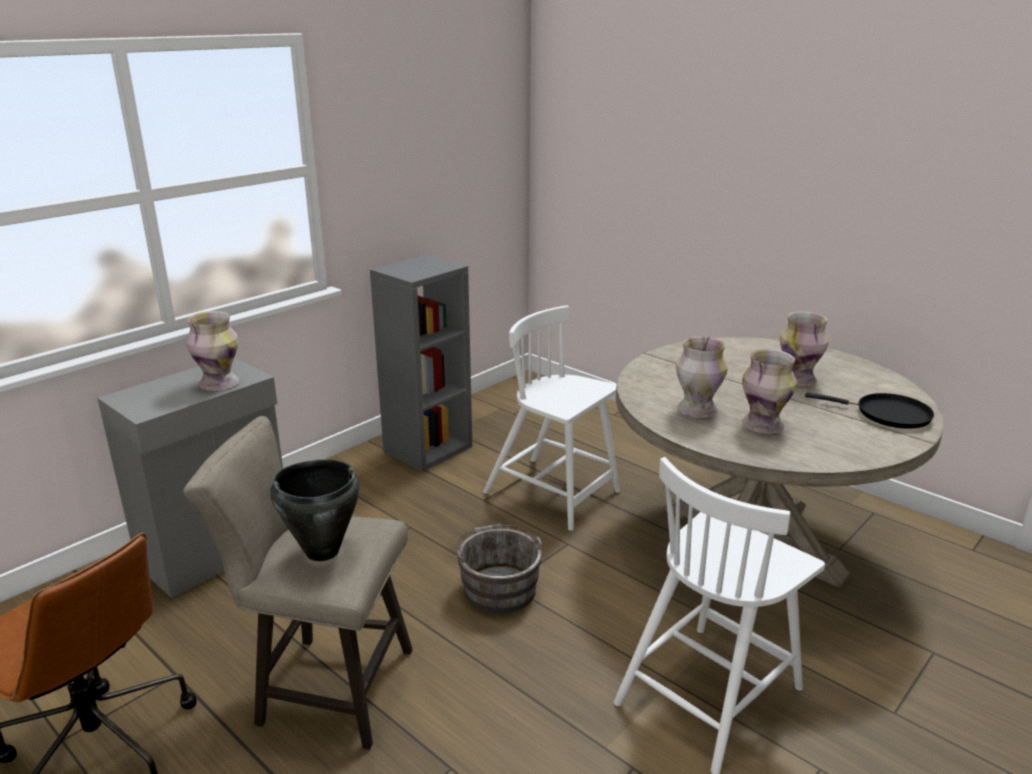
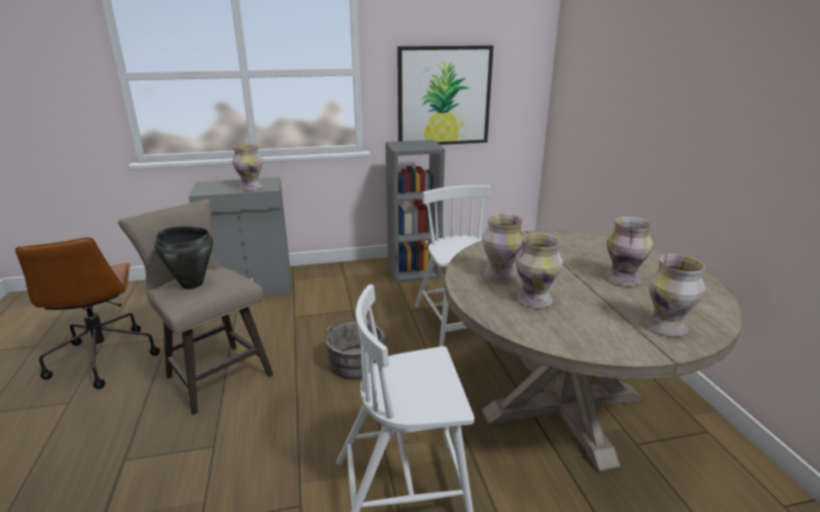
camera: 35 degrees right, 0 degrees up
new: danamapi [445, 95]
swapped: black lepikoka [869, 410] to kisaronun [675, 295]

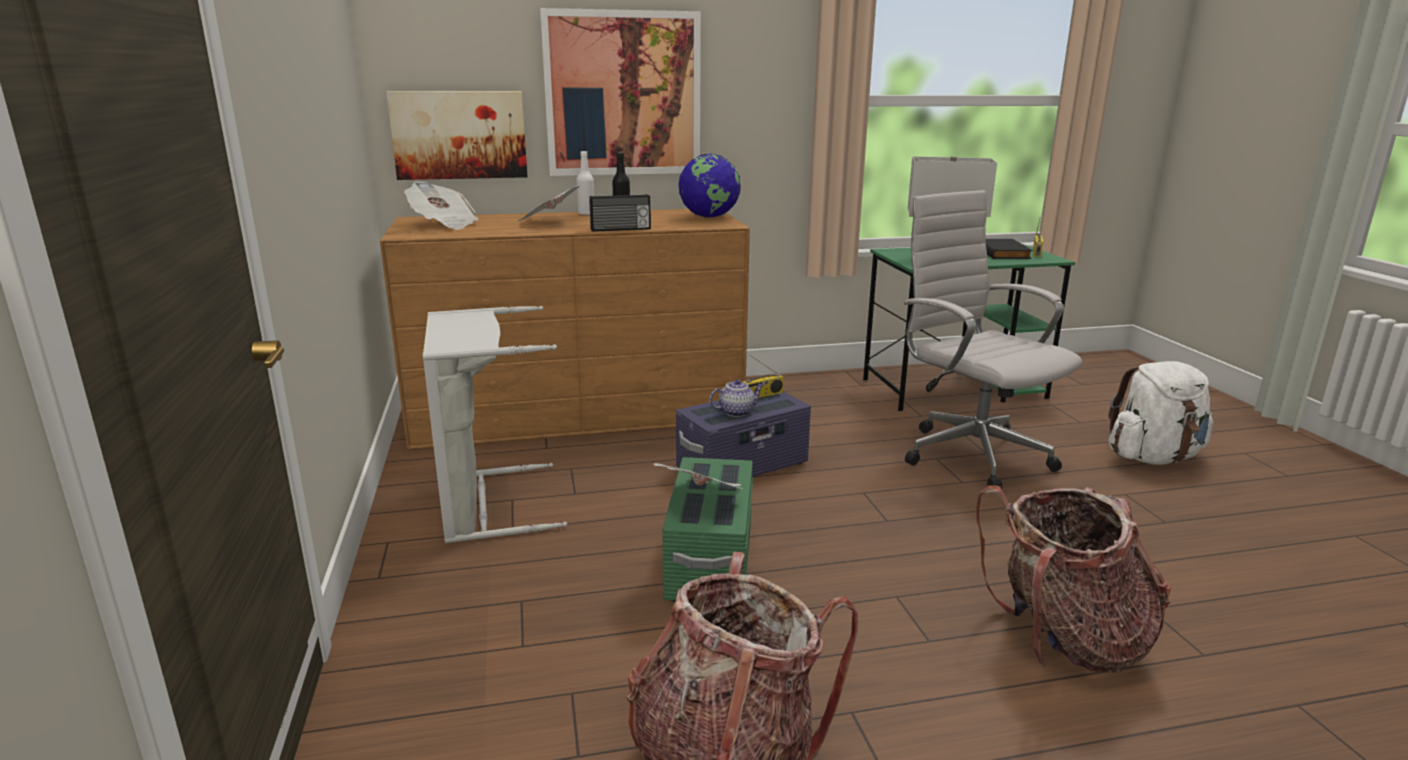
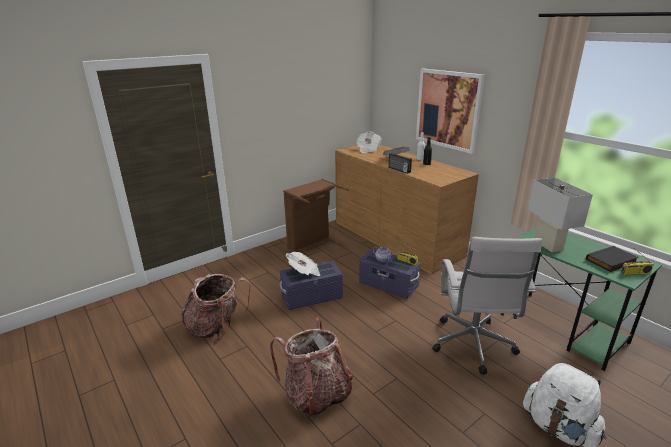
camera: 65 degrees right, 5 degrees up
gone: danamapi [456, 135]; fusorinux [709, 186]
repainted: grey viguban [495, 424] to brown viguban [316, 216]; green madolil [707, 529] to purple madolil [311, 285]
rotated: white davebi [993, 339] = [487, 306] 150 degrees clockwise

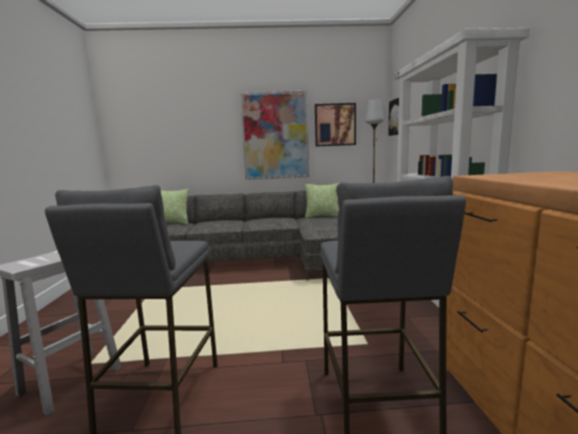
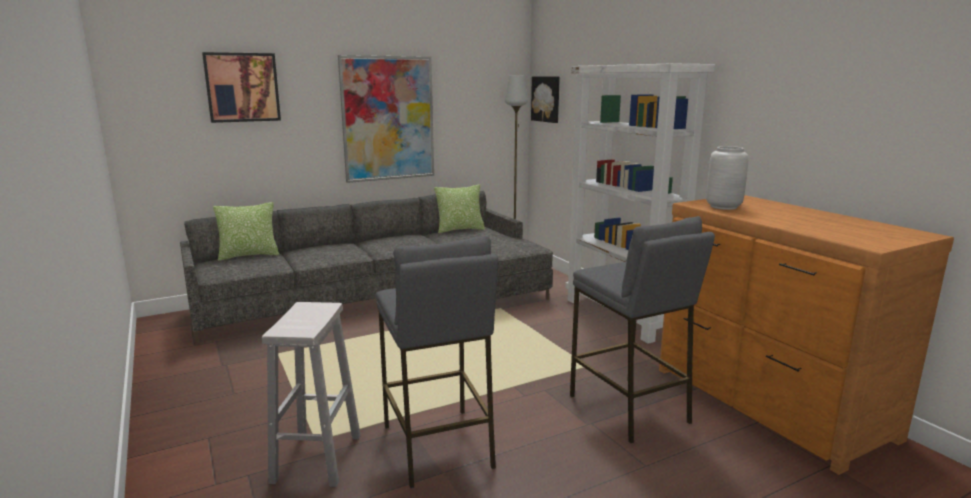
camera: 25 degrees left, 5 degrees up
new: grey kisaronun [727, 178]
shifted: danamapi [335, 124] to [241, 87]

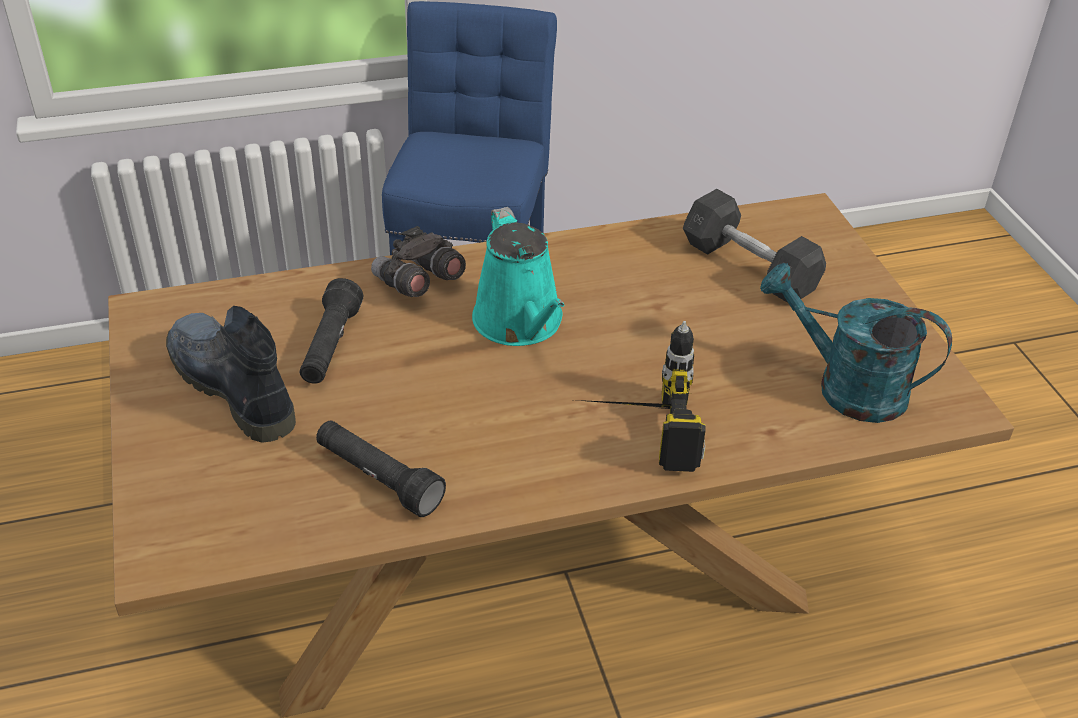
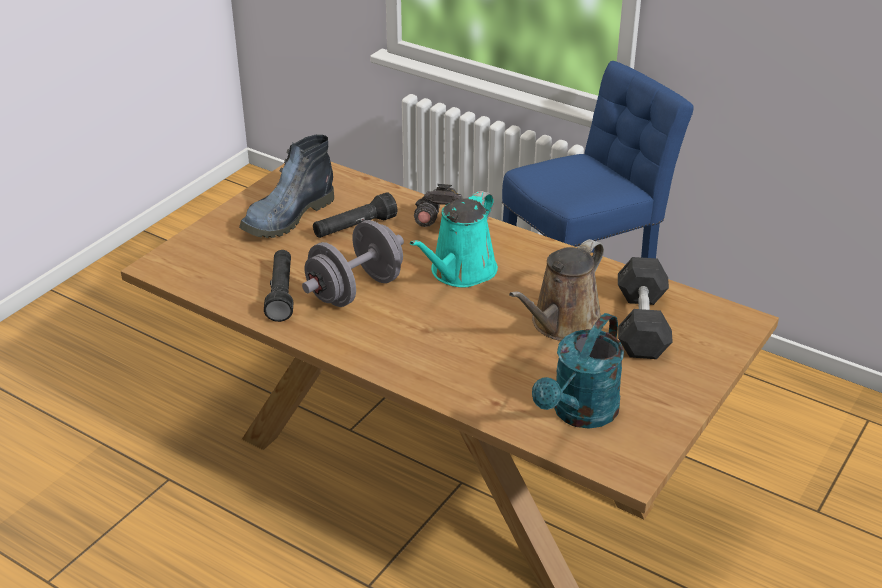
camera: 50 degrees right, 5 degrees down
gone: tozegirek [641, 396]
new: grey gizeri [353, 263]; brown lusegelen [556, 290]
rotated: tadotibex [231, 374] = [286, 186] 150 degrees counterclockwise; turquoise lusegelen [856, 343] = [578, 371] 135 degrees counterclockwise

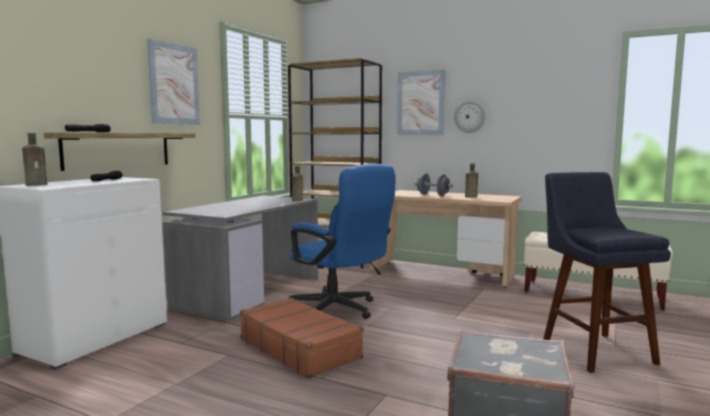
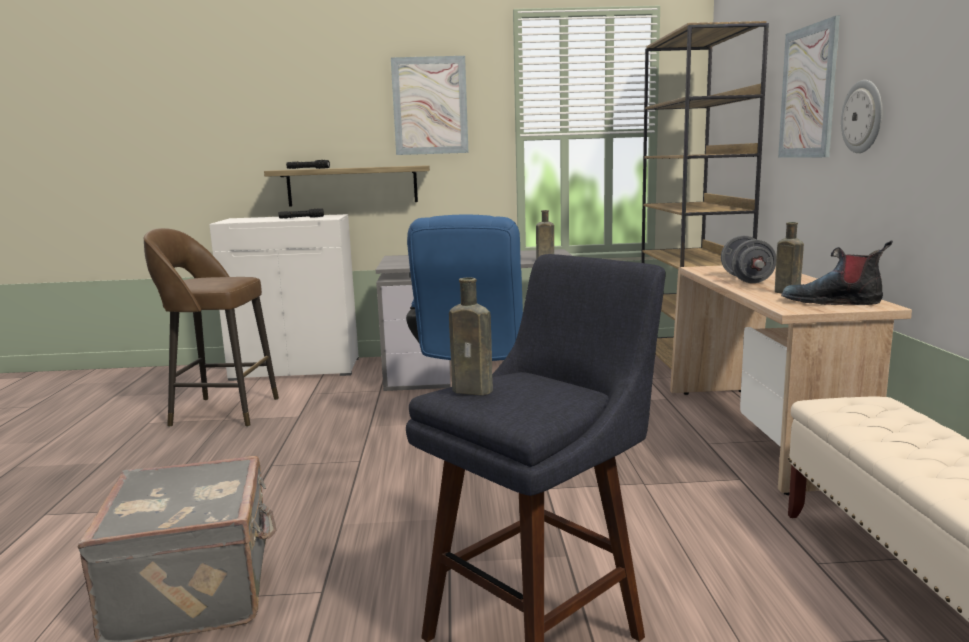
camera: 60 degrees right, 5 degrees up
gone: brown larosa [301, 338]
new: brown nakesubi [211, 327]; tadotibex [837, 272]
shifted: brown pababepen [34, 159] to [471, 336]

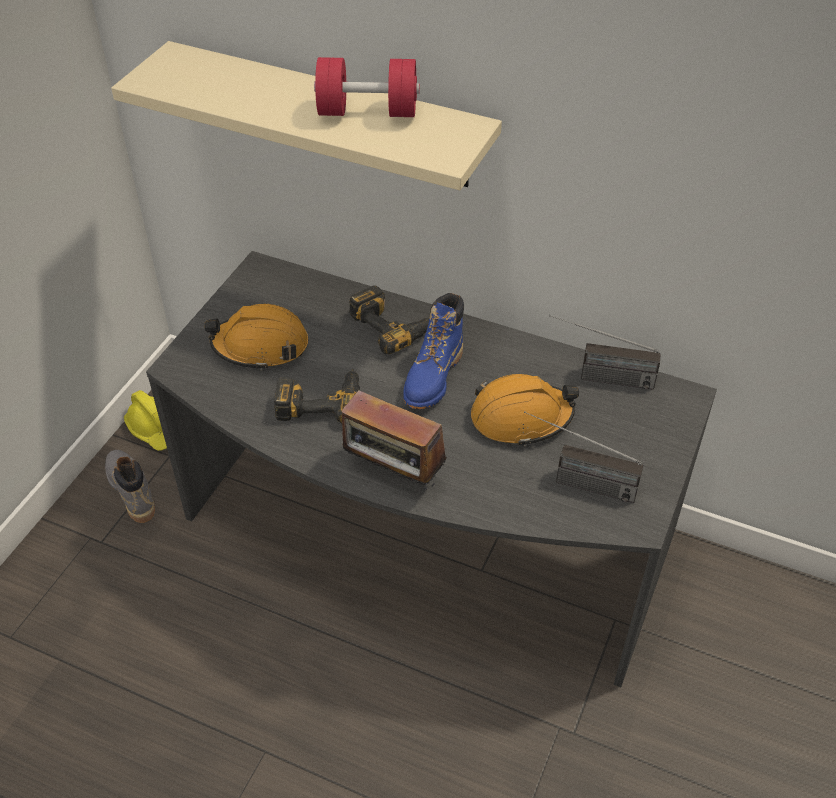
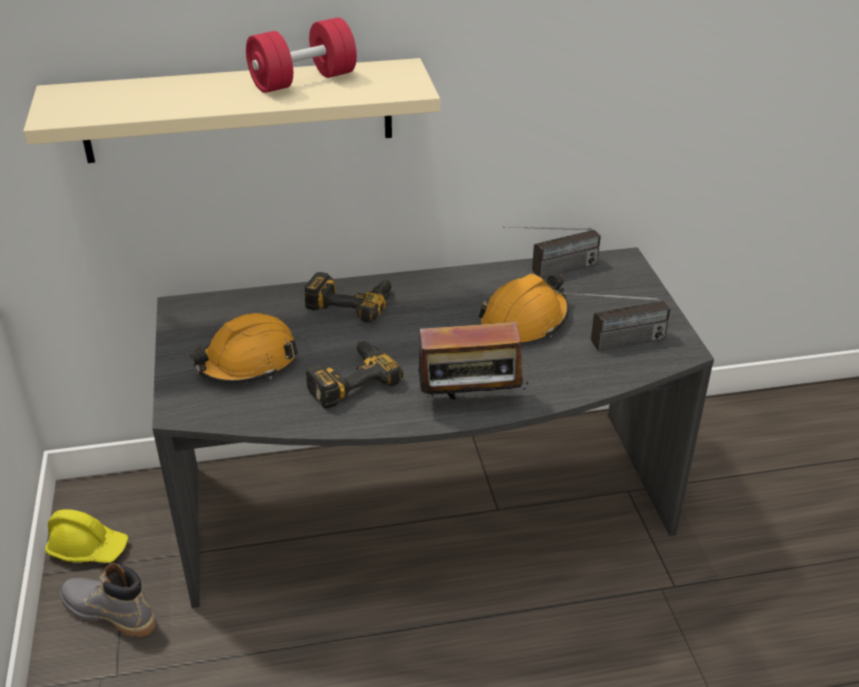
camera: 35 degrees left, 10 degrees down
gone: blue tadotibex [433, 351]

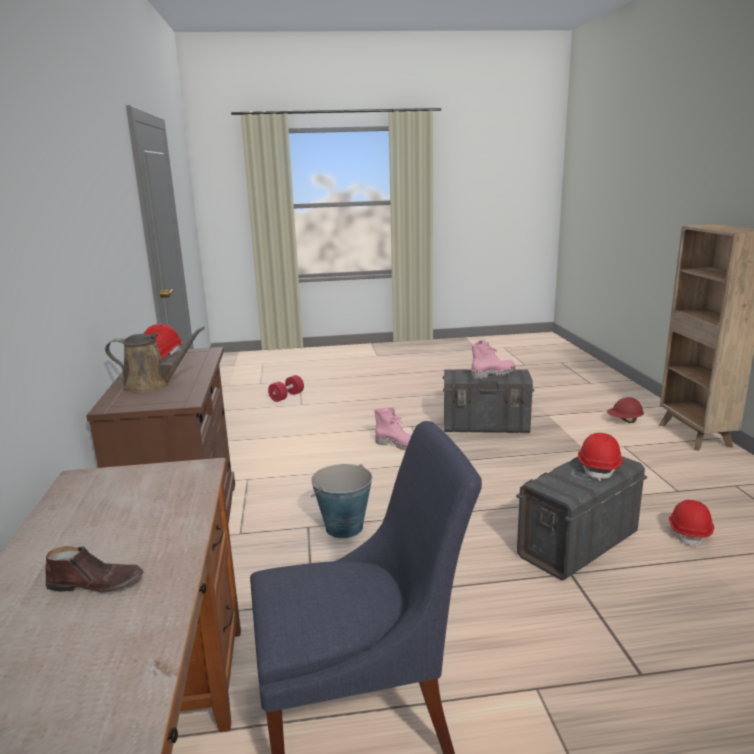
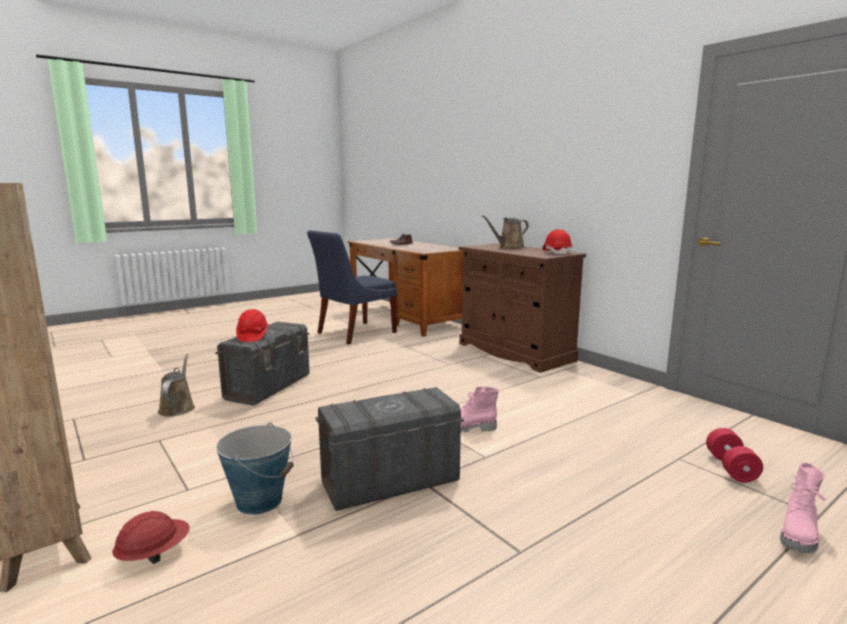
camera: 150 degrees right, 5 degrees down
shifted: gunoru [341, 501] to [255, 469]; pink tadotibex [493, 359] to [803, 508]
swapped: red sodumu [691, 524] to brown lusegelen [176, 385]

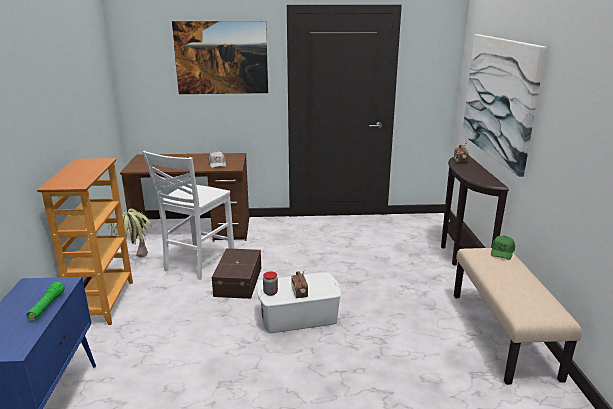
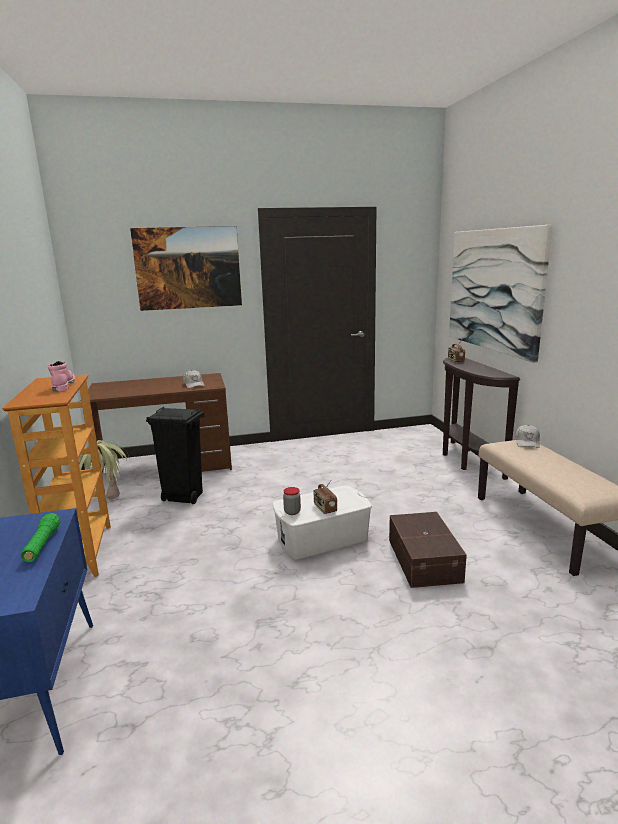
camera: 10 degrees left, 5 degrees down
new: pink tadotibex [61, 376]
shifted: brown madolil [236, 273] to [428, 550]
swapped: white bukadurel [188, 215] to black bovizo [175, 455]
repainted: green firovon [503, 248] to white firovon [527, 436]

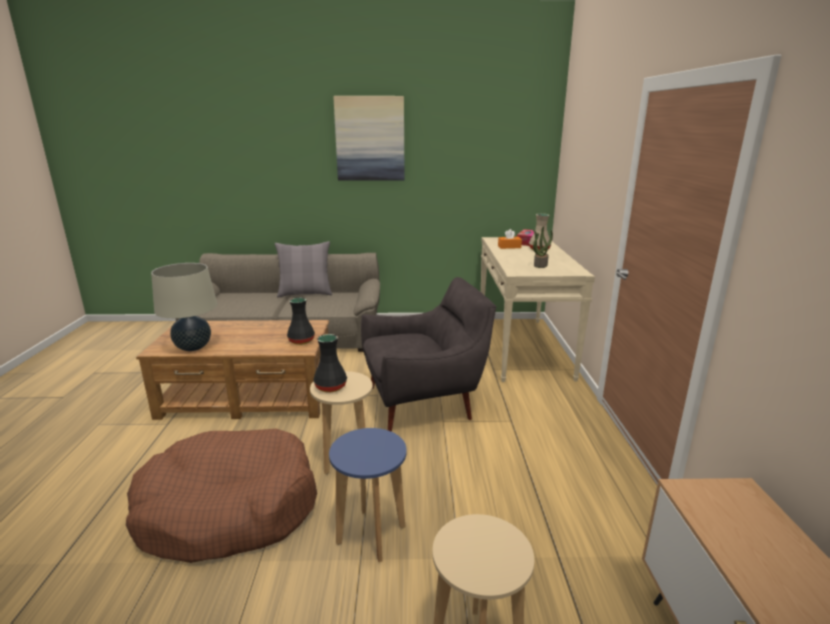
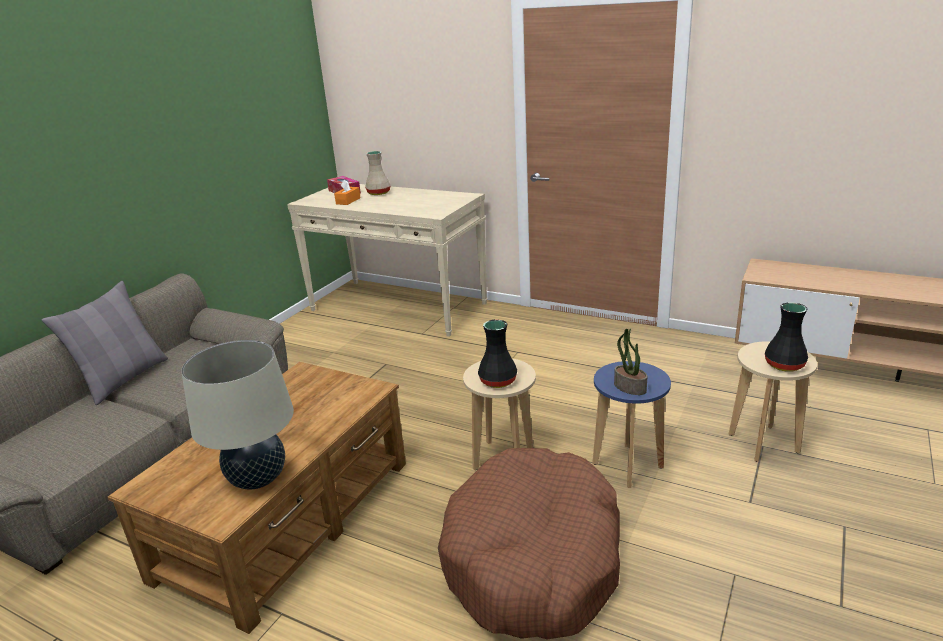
camera: 60 degrees left, 5 degrees up
gone: danamapi [369, 138]; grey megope [429, 354]
shifted: black kisaronun [301, 321] to [786, 337]; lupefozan [542, 247] to [631, 362]

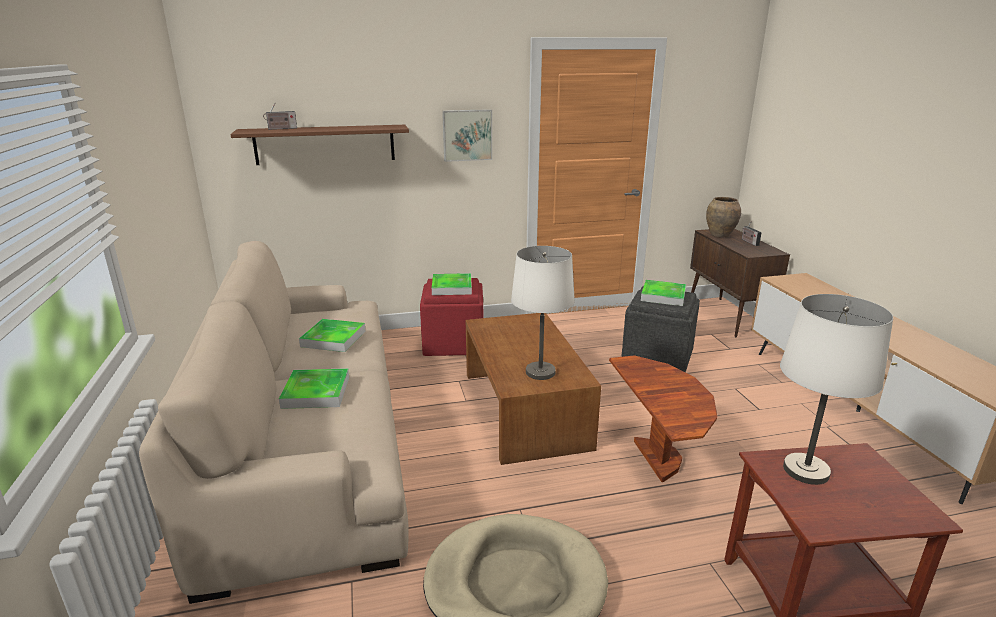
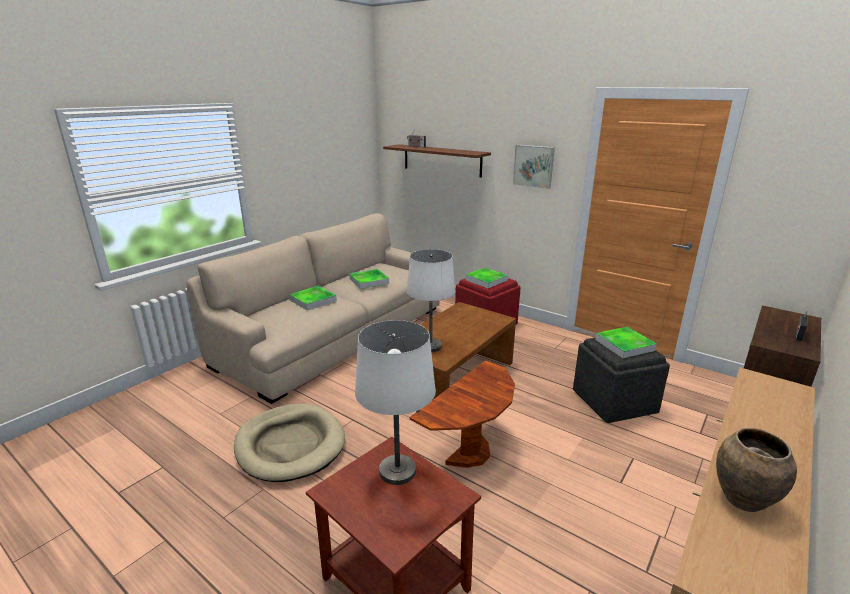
camera: 50 degrees right, 0 degrees up
shifted: brown kisaronun [723, 217] to [756, 470]

